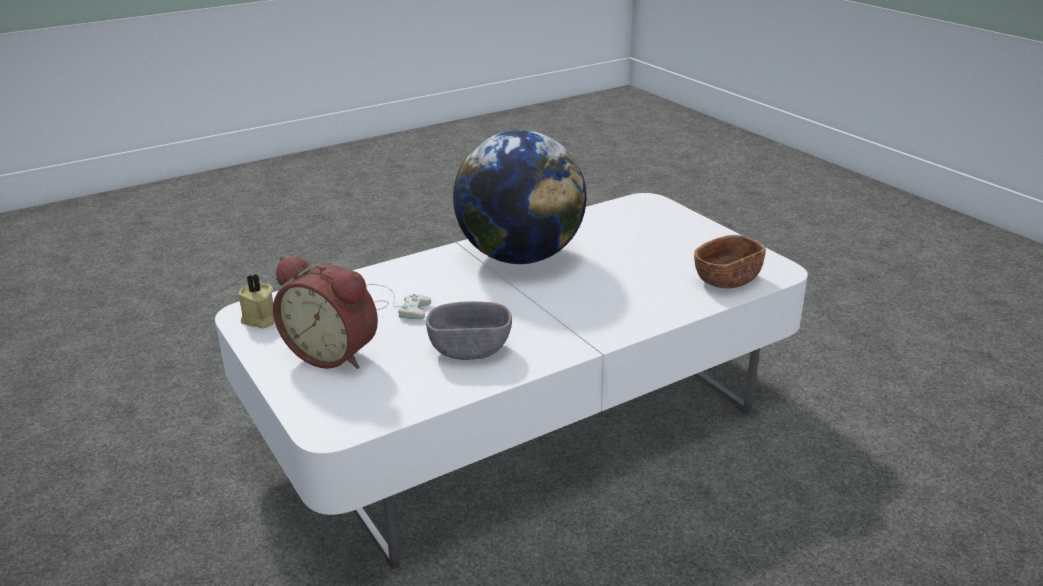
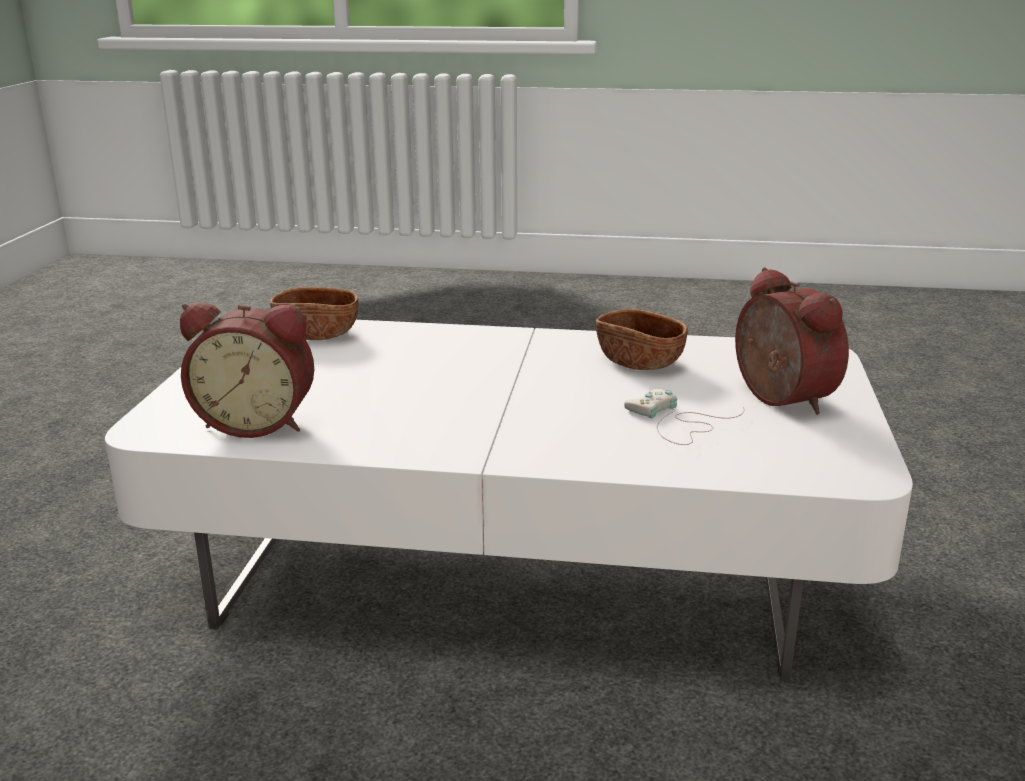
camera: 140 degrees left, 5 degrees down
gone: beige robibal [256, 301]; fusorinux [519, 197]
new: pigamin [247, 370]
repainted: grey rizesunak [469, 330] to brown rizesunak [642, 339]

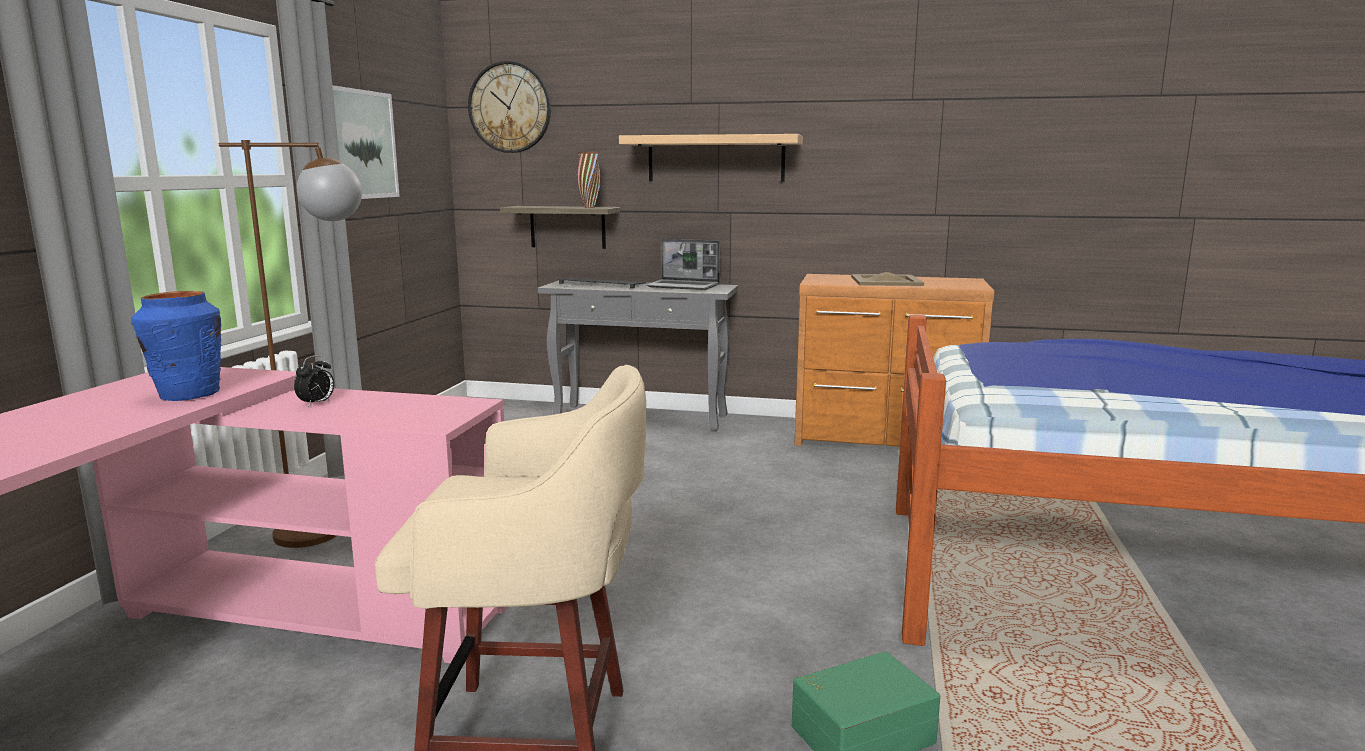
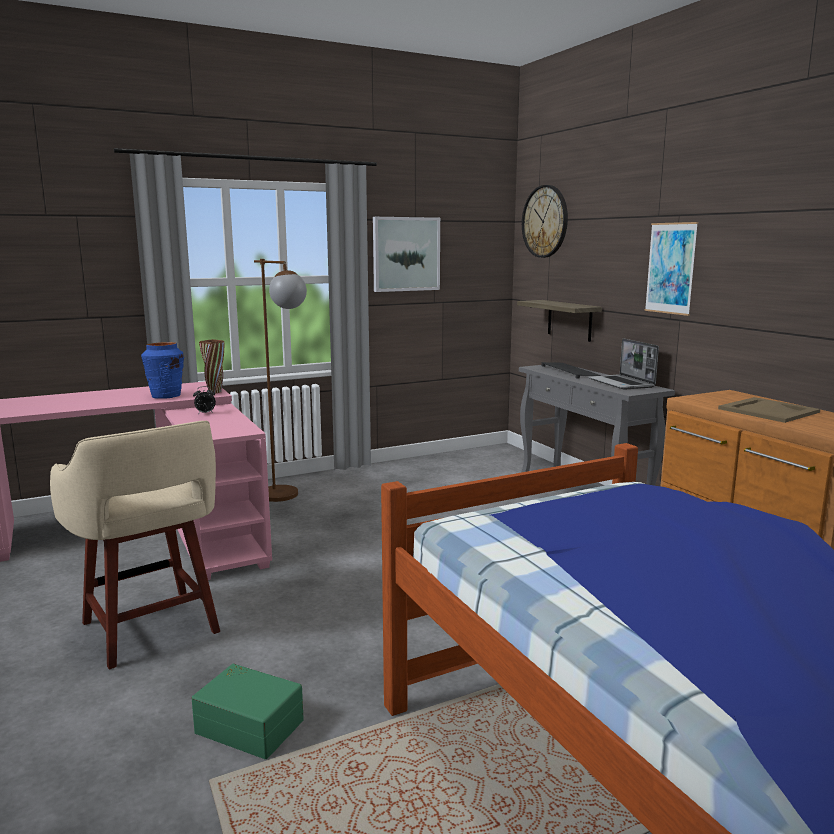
camera: 50 degrees right, 0 degrees up
shifted: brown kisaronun [589, 180] to [211, 366]
swapped: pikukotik [711, 158] to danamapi [671, 269]

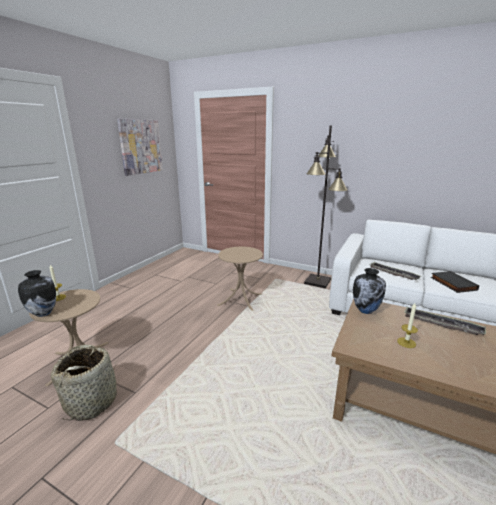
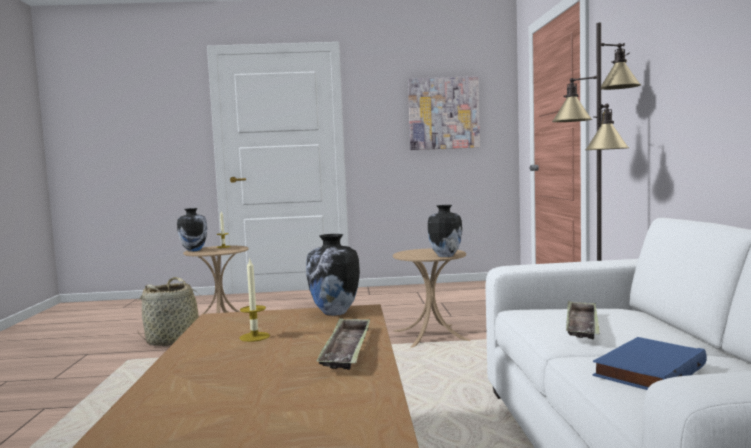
camera: 60 degrees right, 15 degrees down
new: kisaronun [445, 231]
repainted: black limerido [455, 282] to blue limerido [650, 363]

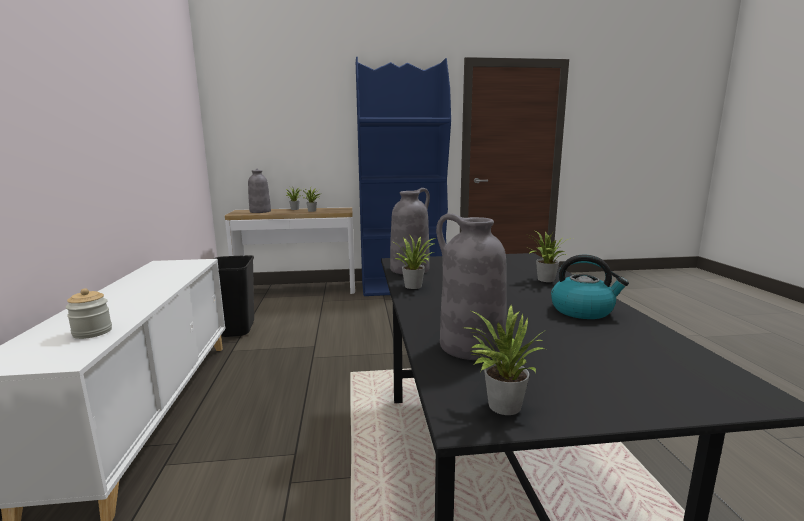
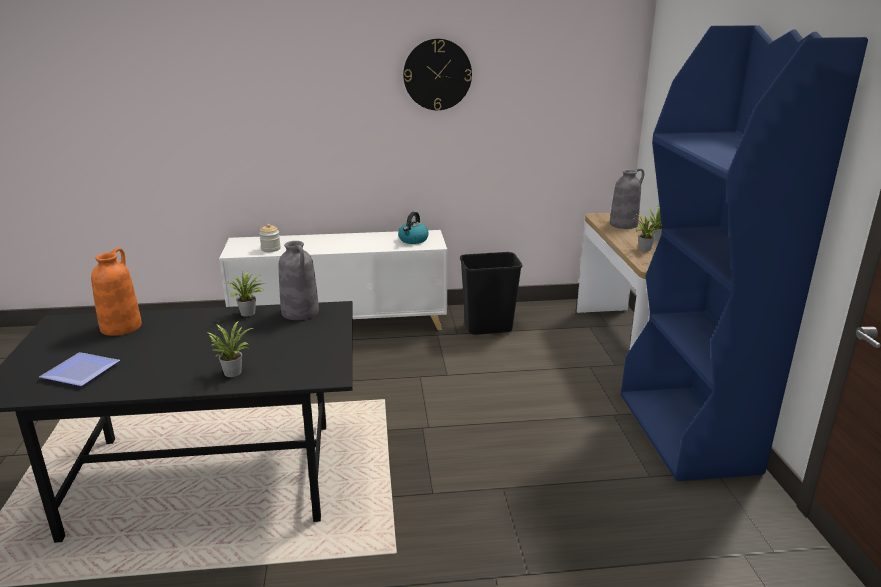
camera: 90 degrees right, 10 degrees up
gone: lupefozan [505, 360]
new: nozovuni [79, 369]; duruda [437, 74]
shifted: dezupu [590, 287] to [413, 228]
repainted: grey kisaronun [471, 286] to orange kisaronun [116, 291]

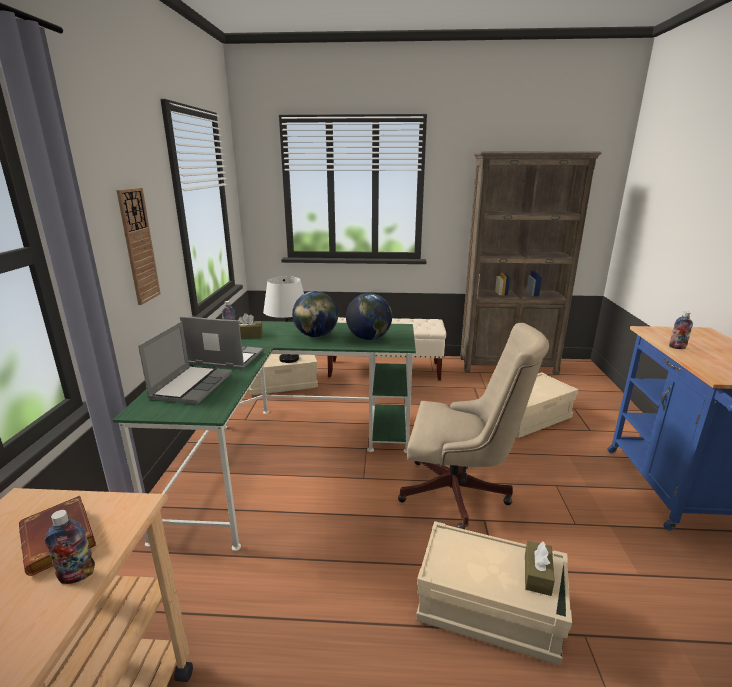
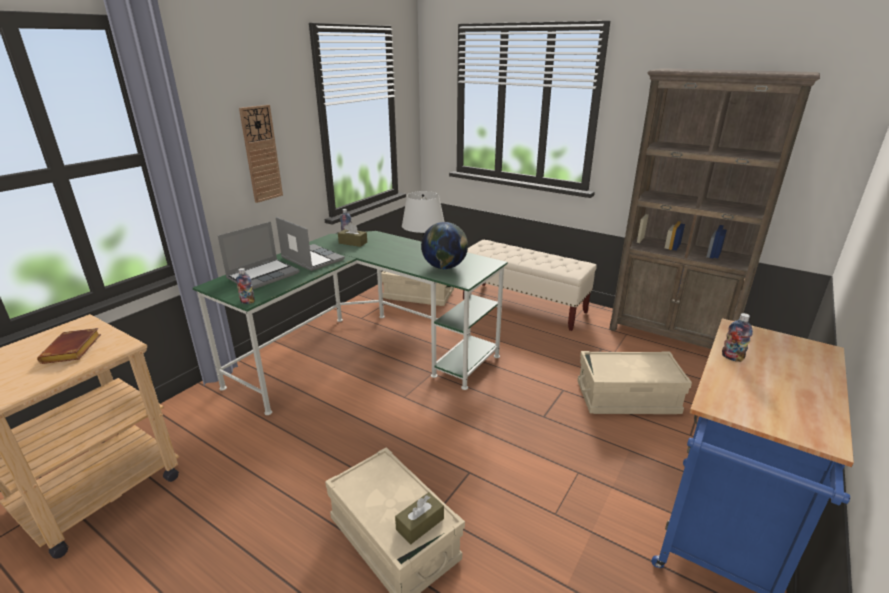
camera: 30 degrees right, 5 degrees up
gone: fusorinux [315, 314]; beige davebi [473, 426]
shifted: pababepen [70, 547] to [245, 286]

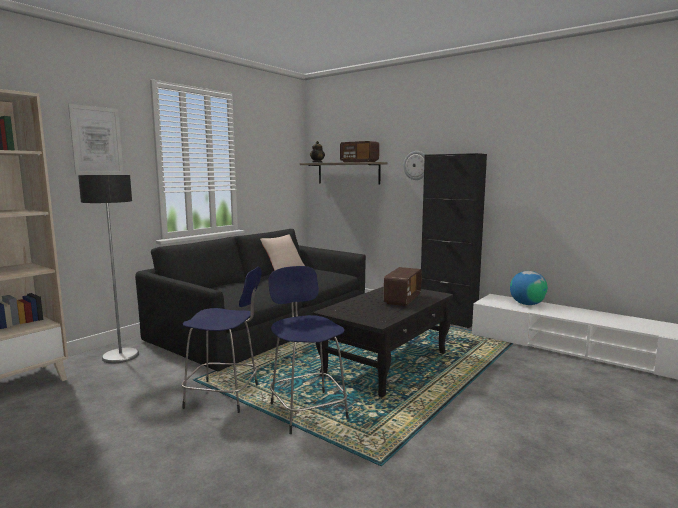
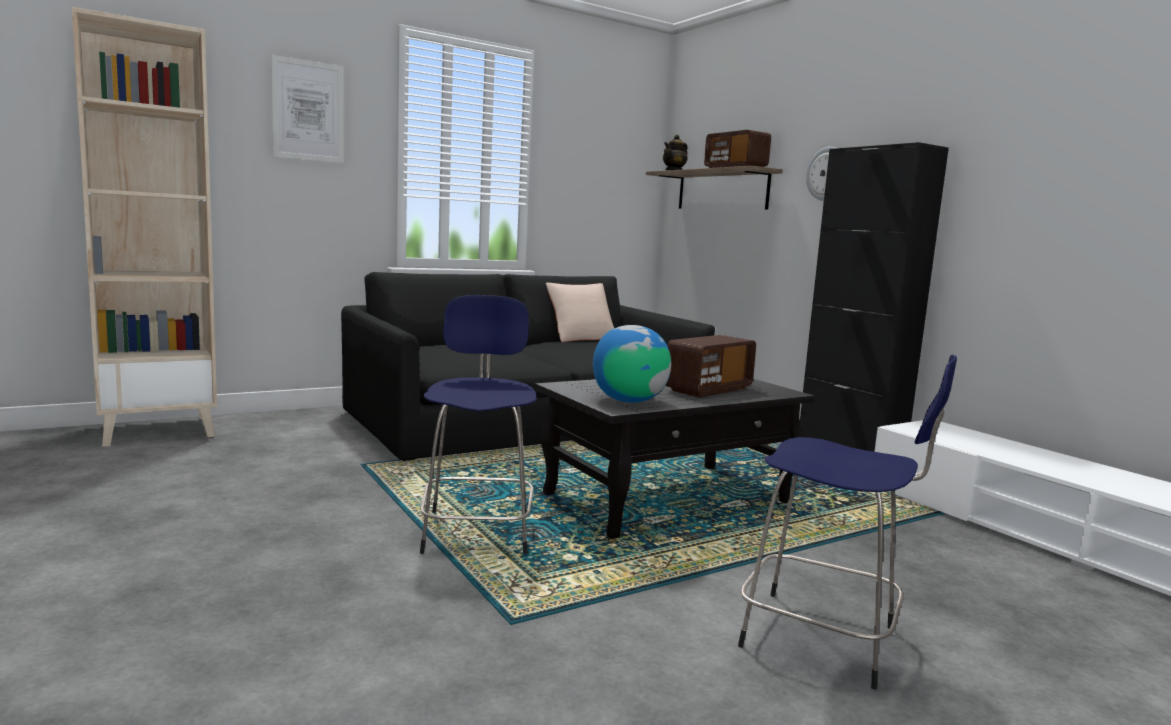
camera: 20 degrees right, 0 degrees up
gone: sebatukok [108, 269]
shifted: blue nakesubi [221, 339] to [847, 522]; fusorinux [529, 288] to [632, 364]

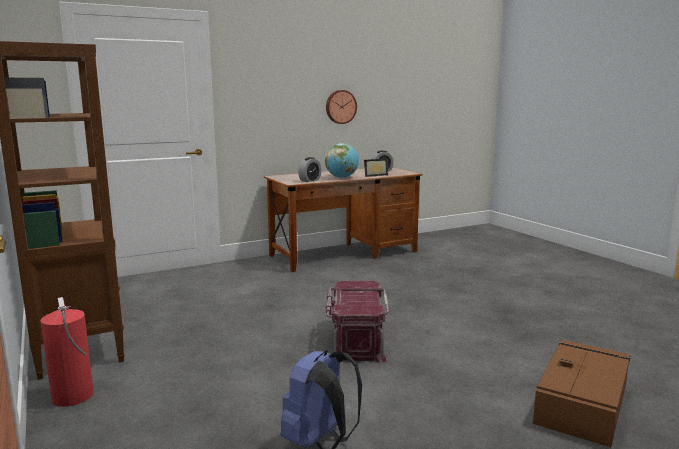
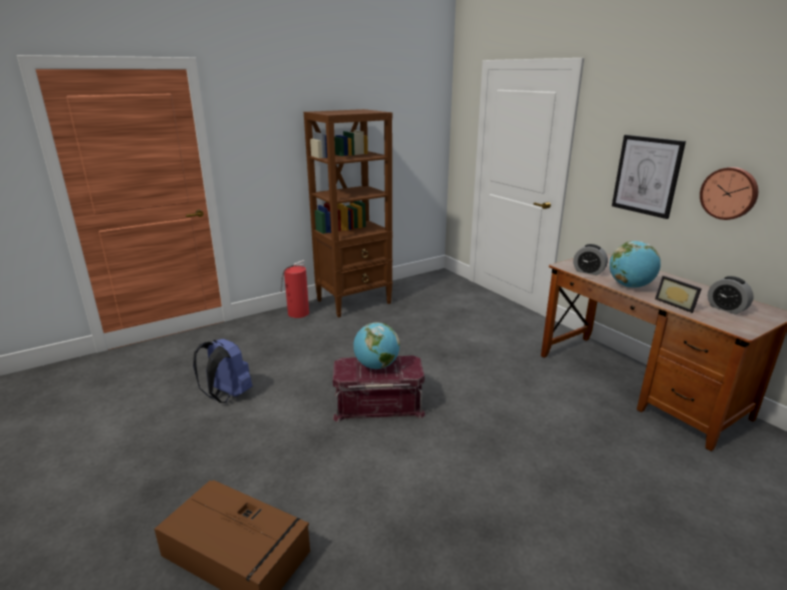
camera: 85 degrees right, 10 degrees up
new: fusorinux [376, 345]; danamapi [649, 177]

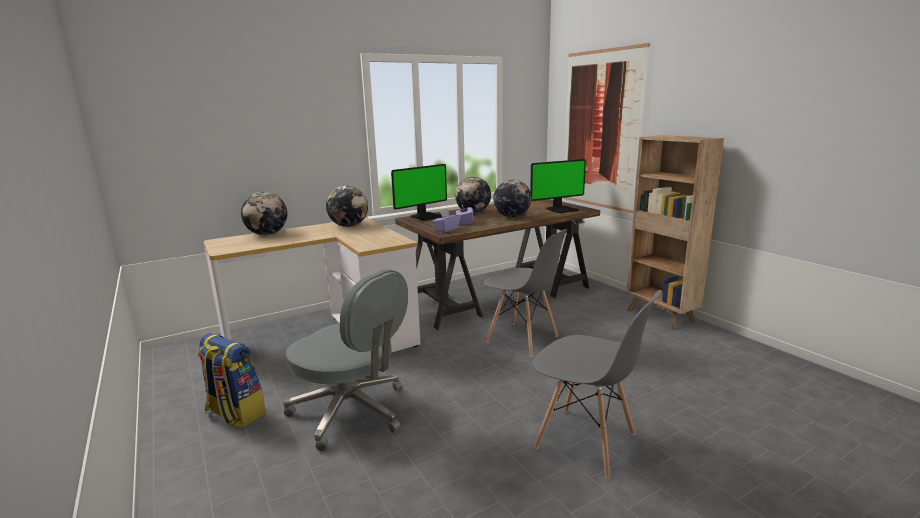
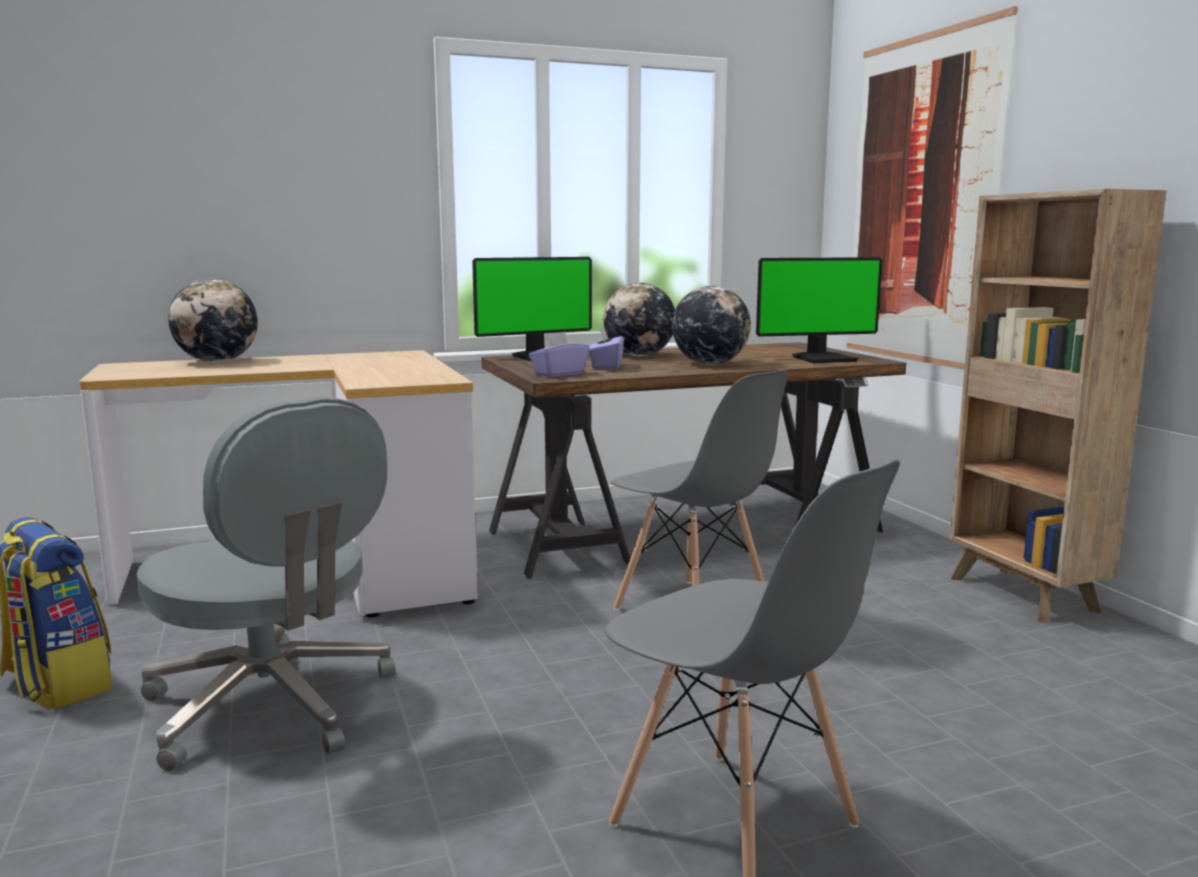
camera: 10 degrees right, 5 degrees down
gone: fusorinux [347, 206]

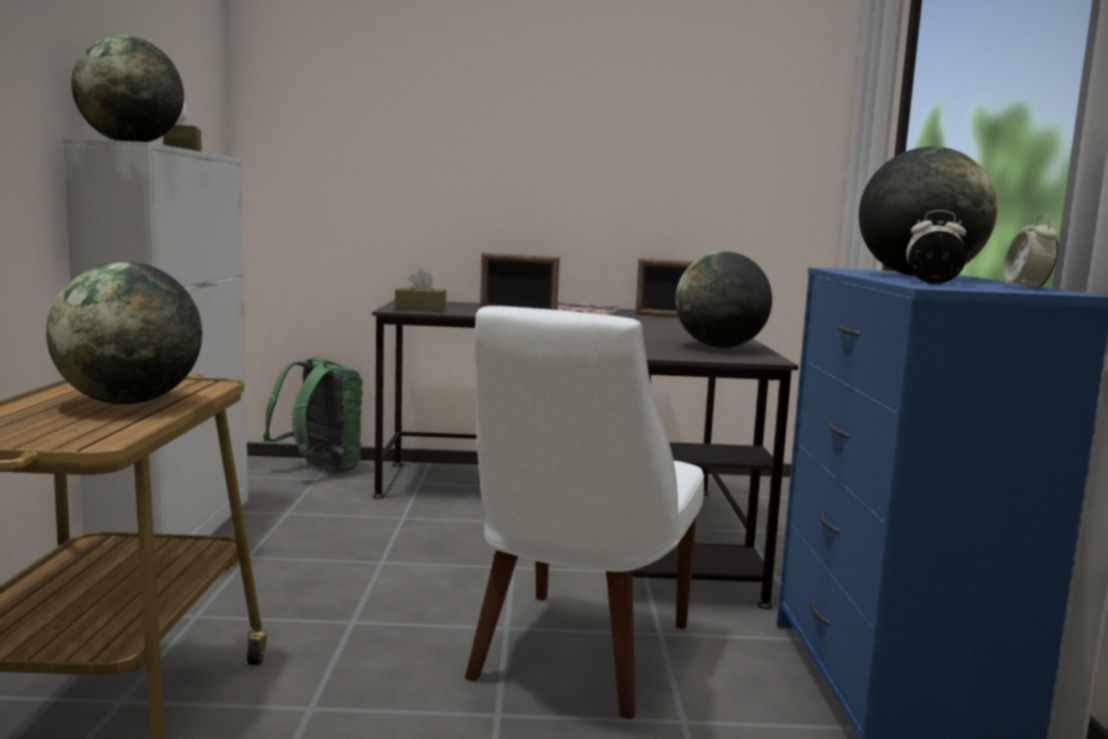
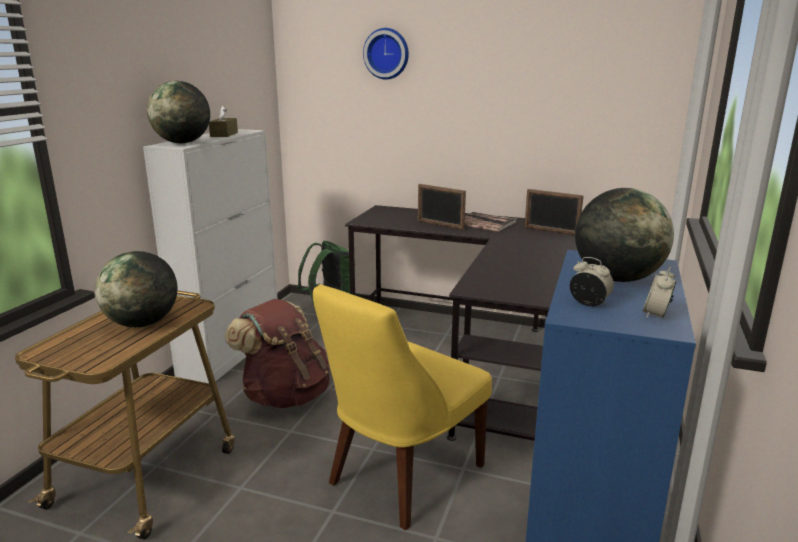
camera: 20 degrees right, 10 degrees up
gone: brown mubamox [420, 291]; fusorinux [723, 299]
new: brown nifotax [277, 353]; duruda [386, 53]
repainted: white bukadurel [584, 512] to yellow bukadurel [402, 407]

